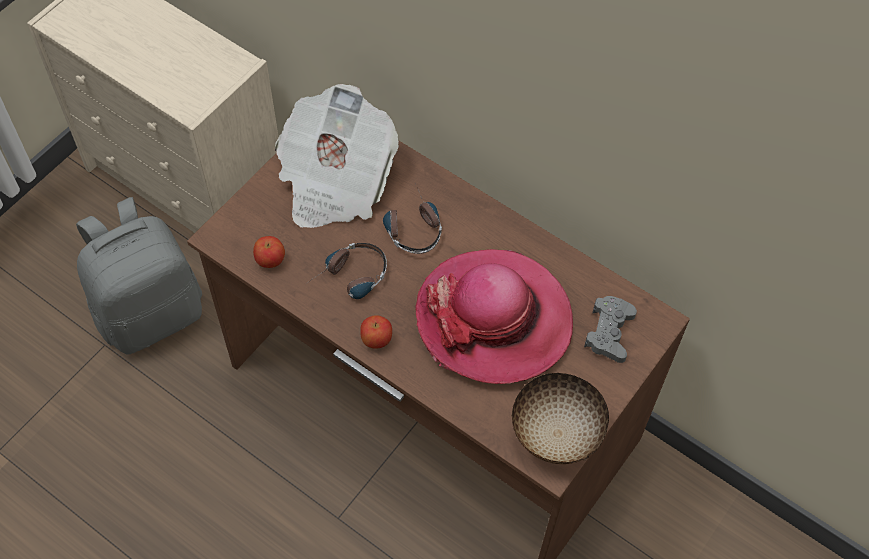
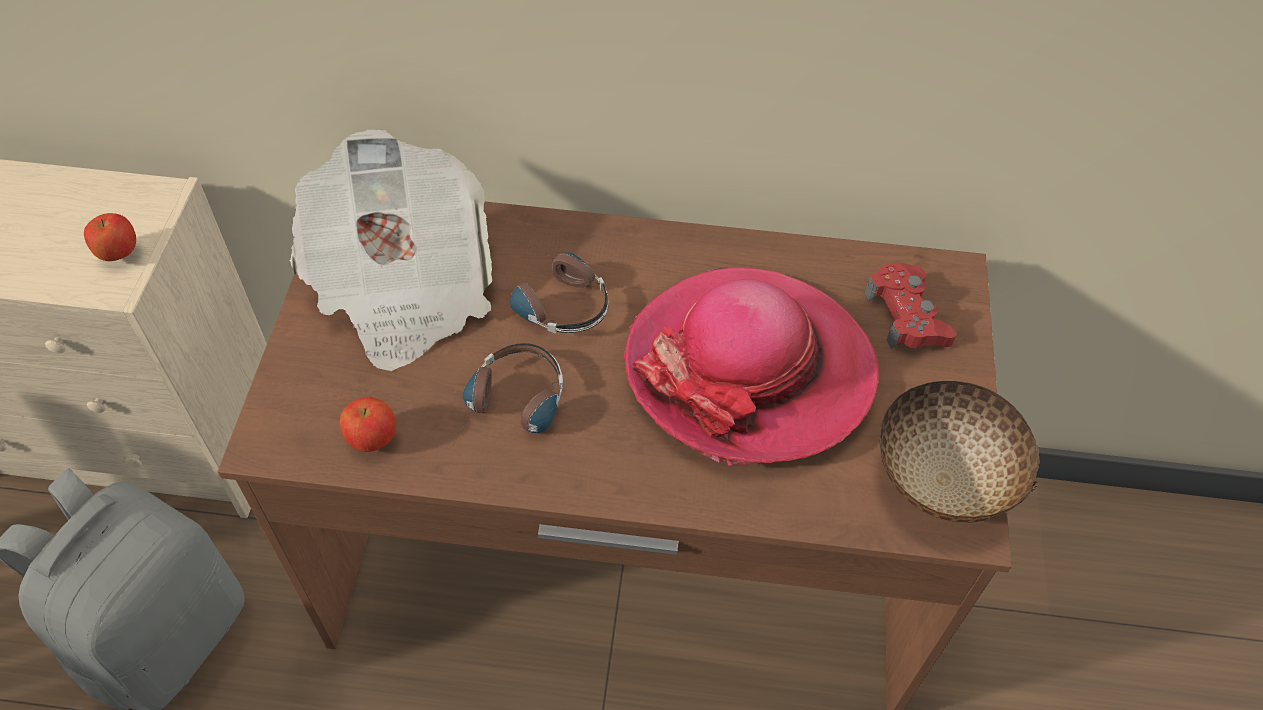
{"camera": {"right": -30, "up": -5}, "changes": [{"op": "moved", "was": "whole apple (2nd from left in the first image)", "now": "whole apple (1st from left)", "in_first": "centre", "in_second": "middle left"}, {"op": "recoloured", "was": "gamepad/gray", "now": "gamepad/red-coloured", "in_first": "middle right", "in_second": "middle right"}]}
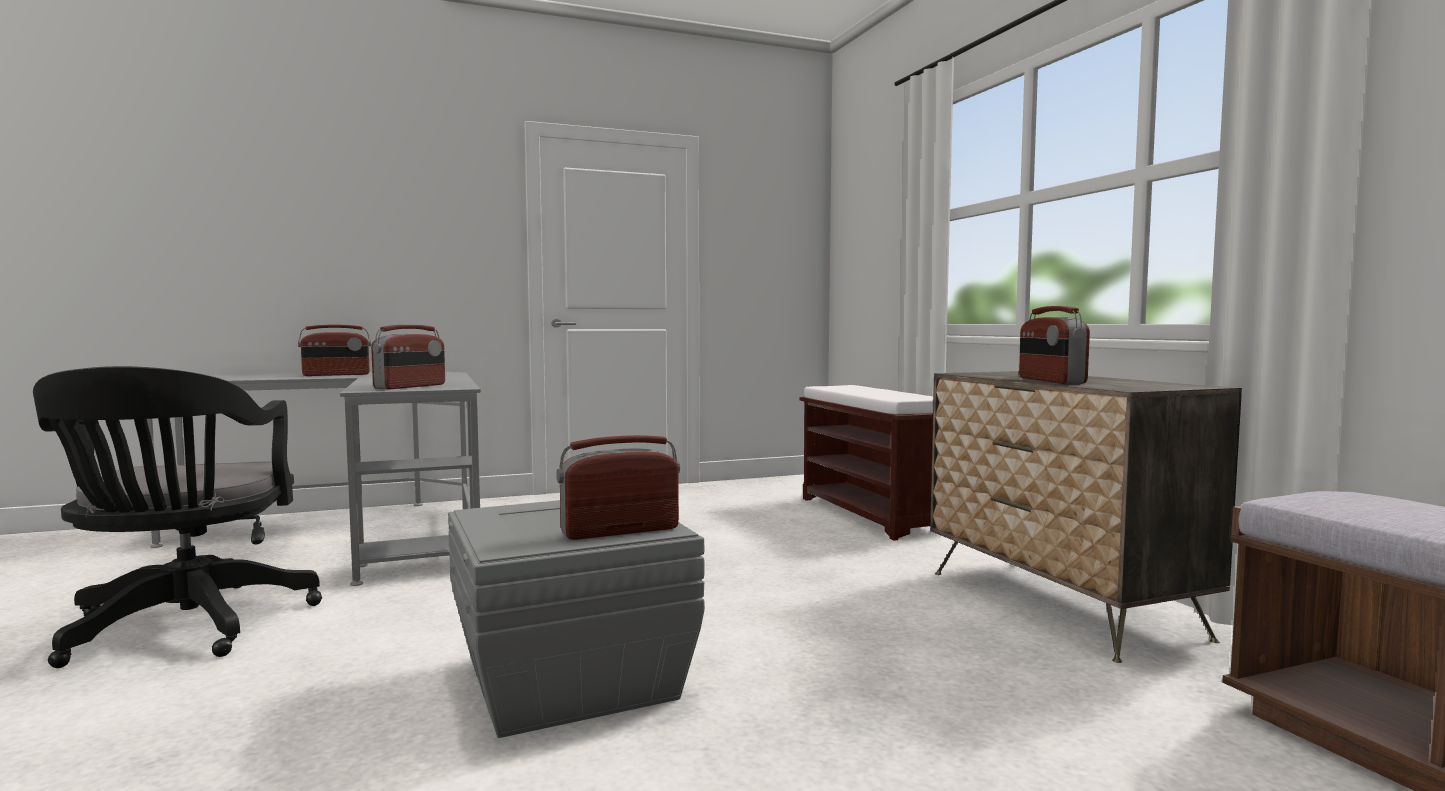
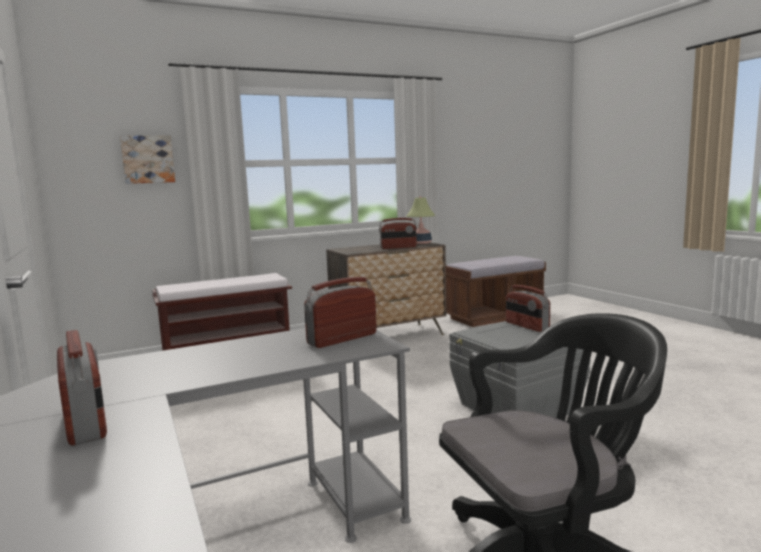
{"camera": {"right": -95, "up": 5}, "changes": [{"op": "turned", "was": "radio receiver (2nd from left)", "in_first": "middle left", "in_second": "centre", "clockwise": -60}, {"op": "added", "now": "wall art", "in_second": "top left"}, {"op": "added", "now": "lamp for a table", "in_second": "centre"}]}
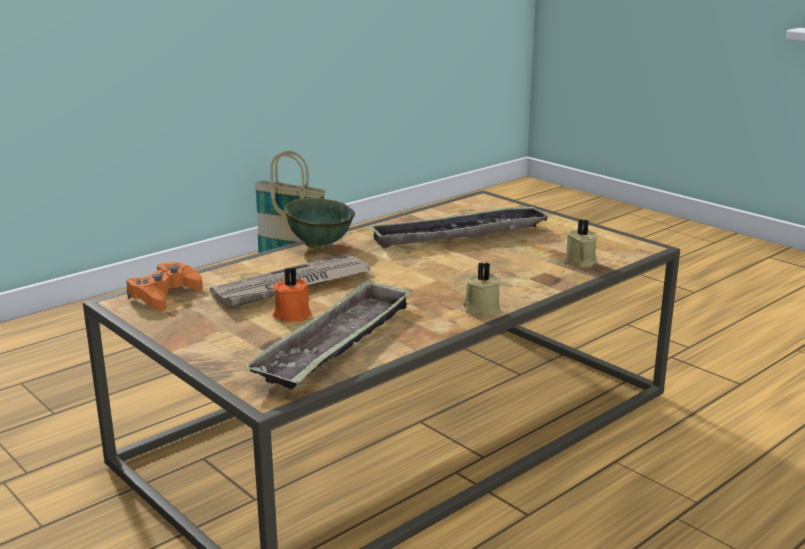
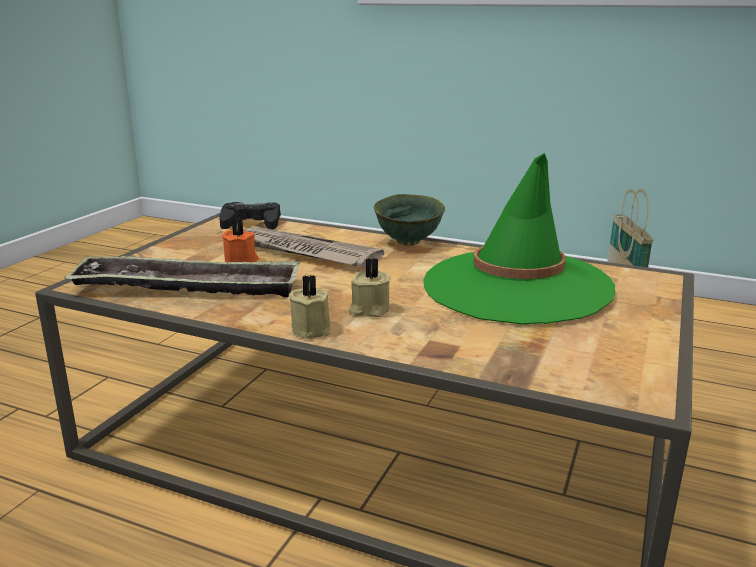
{"camera": {"right": 65, "up": 0}, "changes": [{"op": "recoloured", "was": "gamepad/orange", "now": "gamepad/black-coloured", "in_first": "middle left", "in_second": "middle left"}, {"op": "replaced", "was": "carrying tray (2nd from left)", "now": "clothing hat/green", "in_first": "centre", "in_second": "middle right"}, {"op": "moved", "was": "wax light/beige (2nd from left)", "in_first": "middle right", "in_second": "centre"}]}
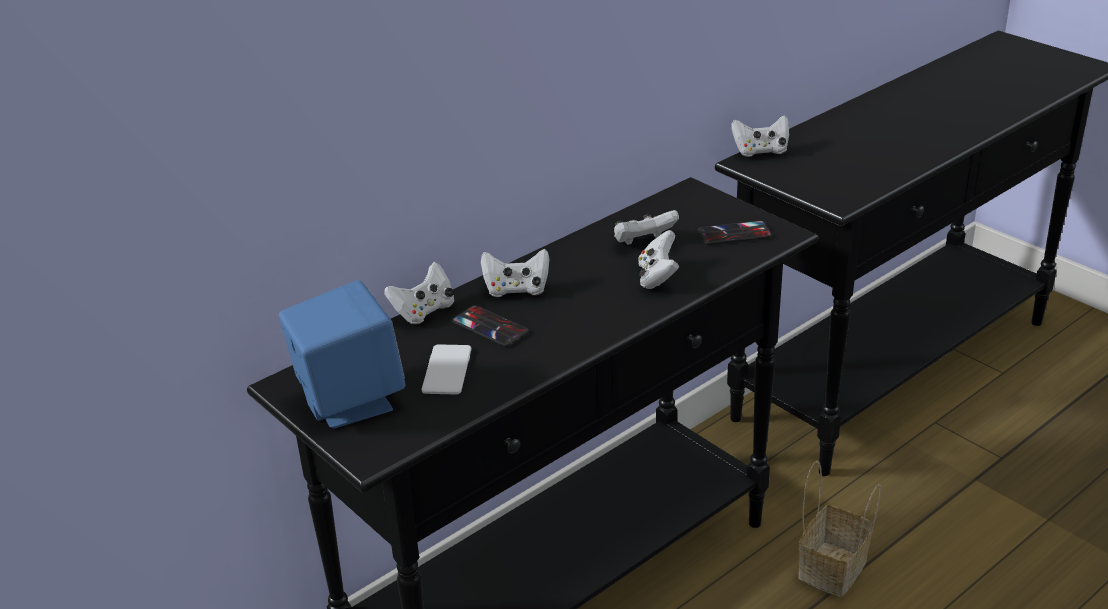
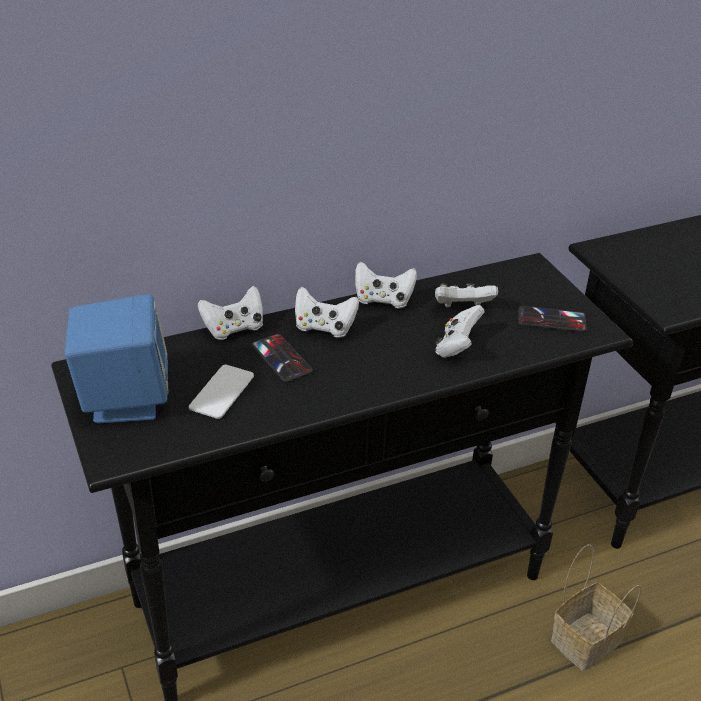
{"camera": {"right": 15, "up": 5}, "changes": [{"op": "moved", "was": "gamepad/white (5th from left in the first image)", "now": "gamepad/white (3rd from left)", "in_first": "top right", "in_second": "centre"}]}
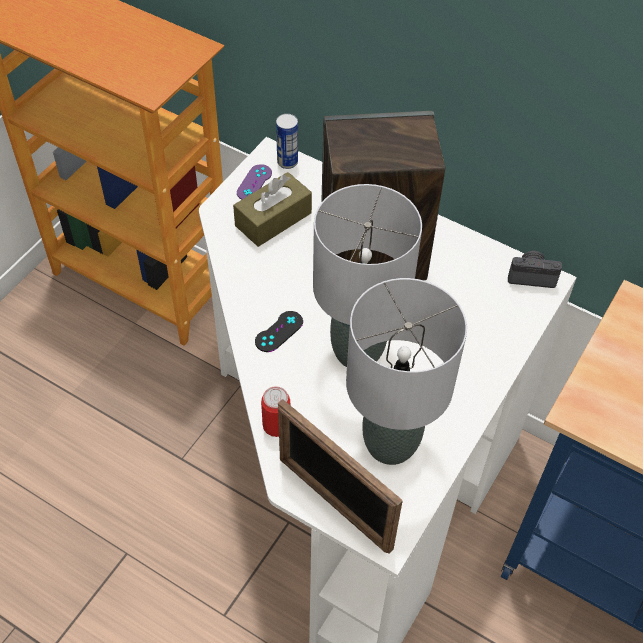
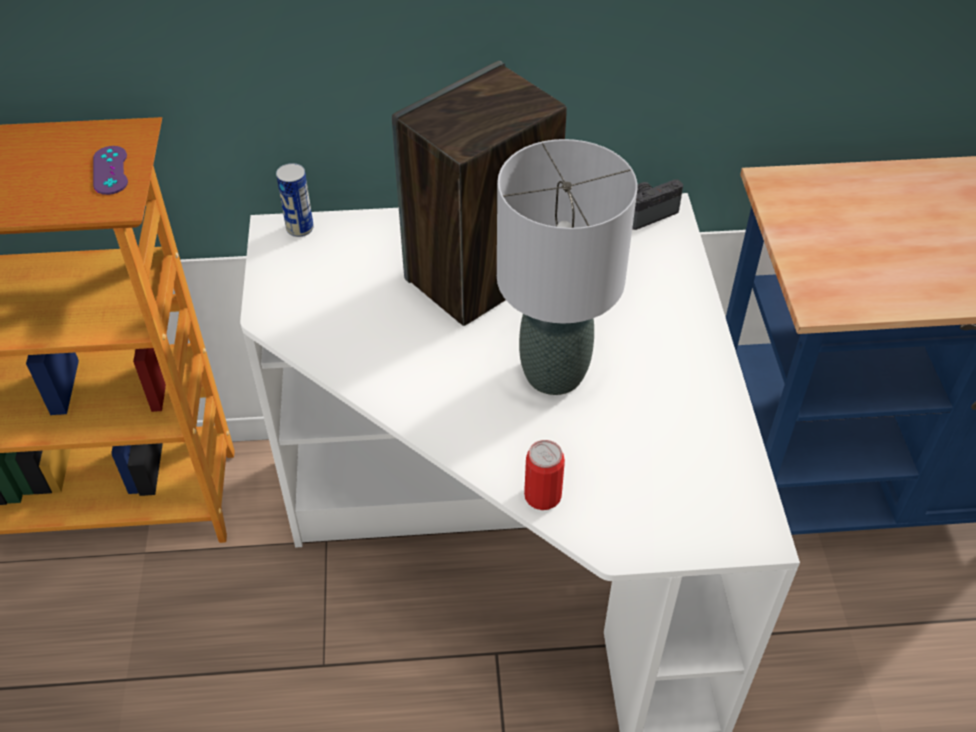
{"camera": {"right": -35, "up": -5}, "changes": [{"op": "removed", "was": "box of tissues/brownish", "in_first": "top centre"}, {"op": "moved", "was": "gamepad/purple-coloured", "in_first": "top centre", "in_second": "top left"}, {"op": "removed", "was": "gamepad/black-coloured", "in_first": "centre"}, {"op": "removed", "was": "picture frame", "in_first": "bottom centre"}, {"op": "removed", "was": "lamp for a table/gray (2nd from left)", "in_first": "centre"}]}
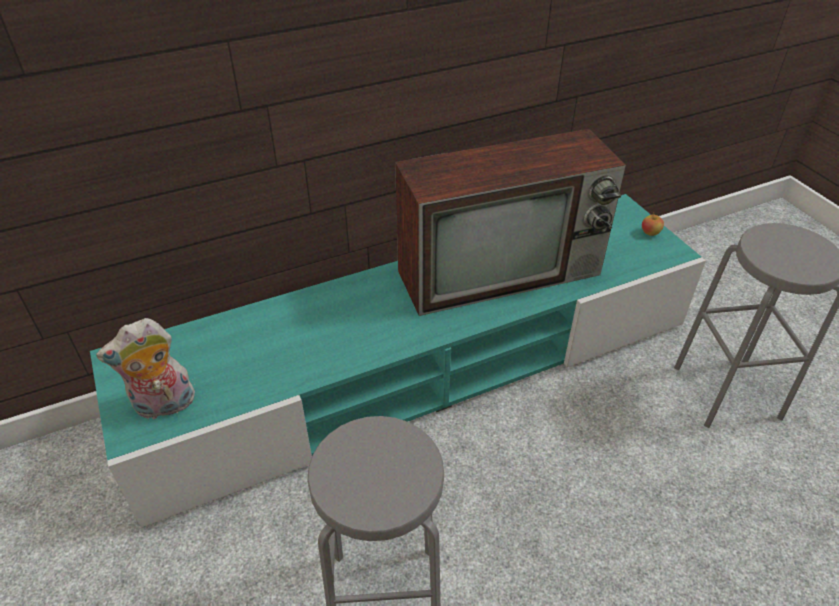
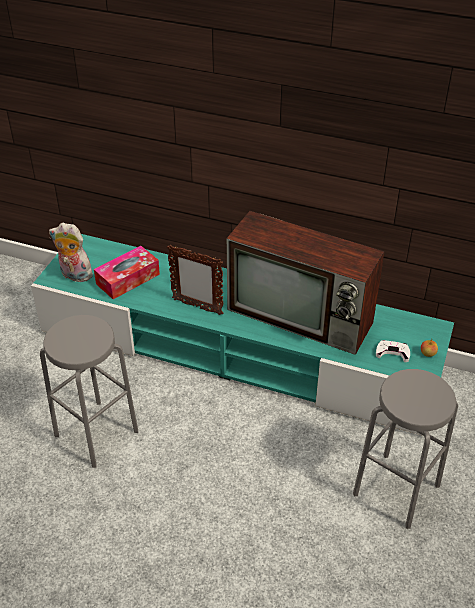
{"camera": {"right": 45, "up": 0}, "changes": [{"op": "added", "now": "box of tissues", "in_second": "middle left"}, {"op": "added", "now": "picture frame", "in_second": "centre"}, {"op": "added", "now": "gamepad/white", "in_second": "middle right"}]}
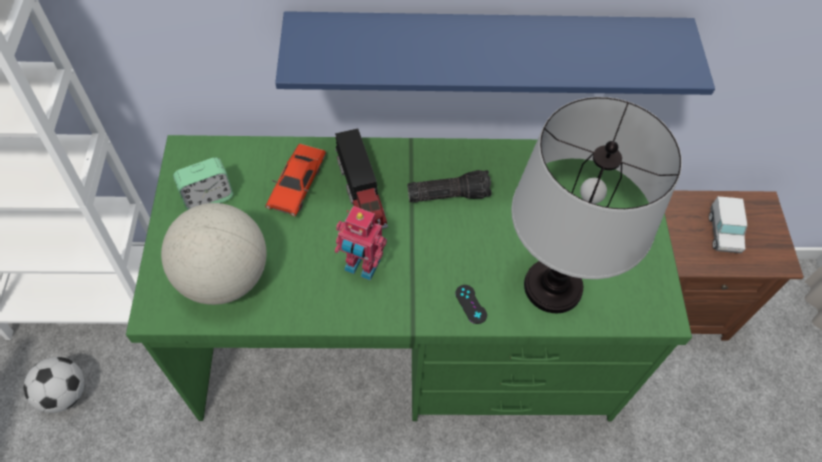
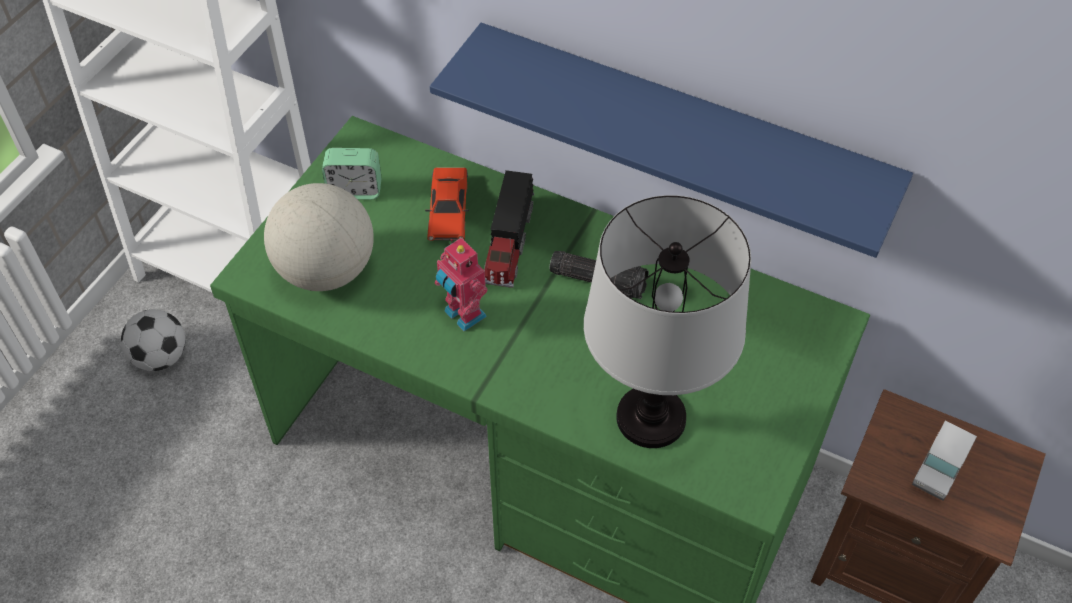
{"camera": {"right": 30, "up": -5}, "changes": [{"op": "turned", "was": "toy car/red-coloured", "in_first": "centre", "in_second": "centre", "clockwise": -45}, {"op": "removed", "was": "gamepad/black-coloured", "in_first": "centre"}]}
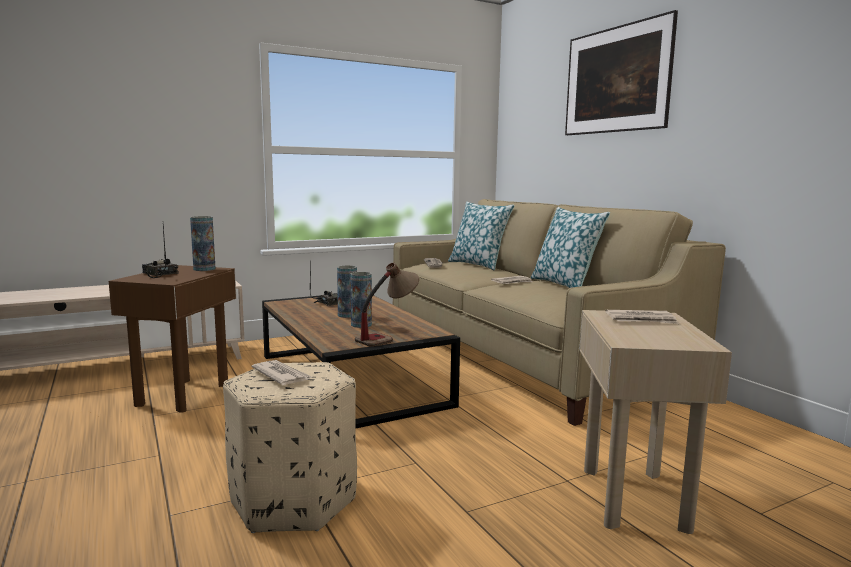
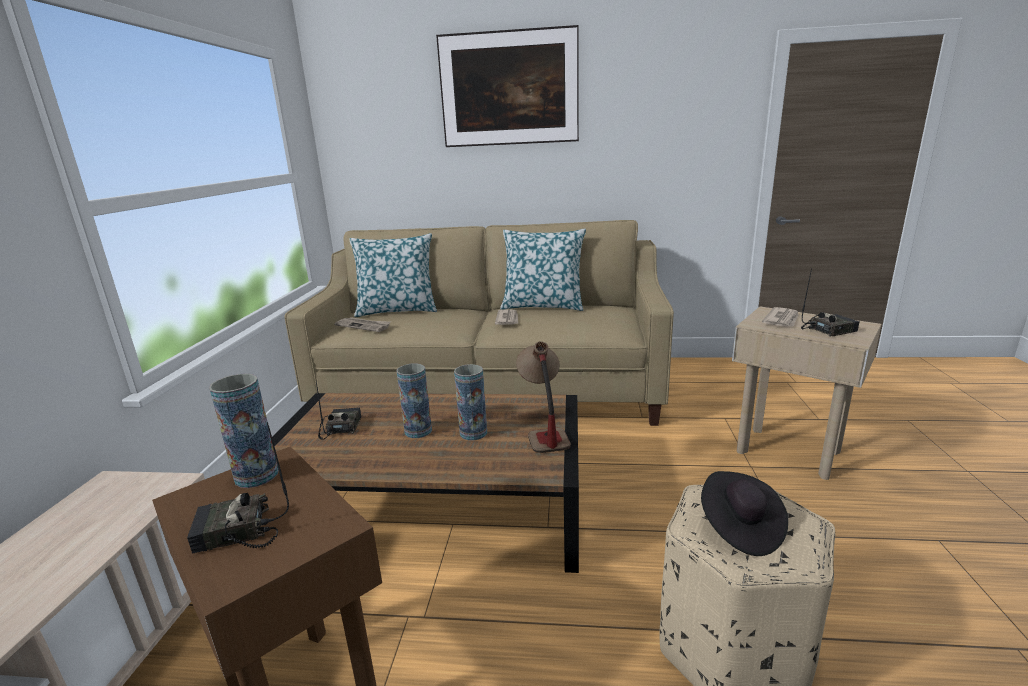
{"camera": {"right": -55, "up": 10}, "changes": [{"op": "replaced", "was": "printed paper (1st from left)", "now": "clothing hat/black-coloured", "in_first": "middle left", "in_second": "bottom right"}, {"op": "added", "now": "radio receiver (3rd from left)", "in_second": "middle right"}]}
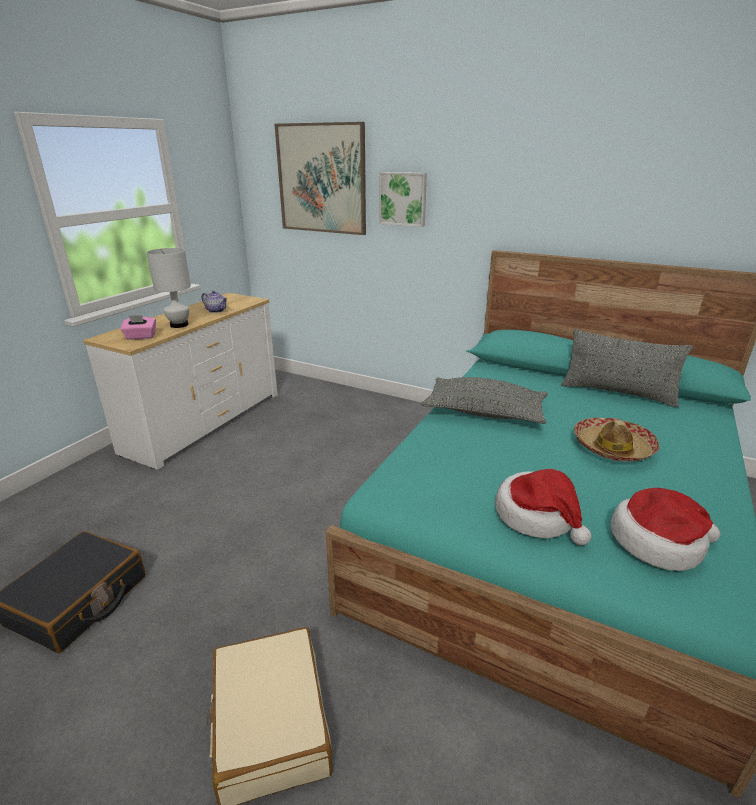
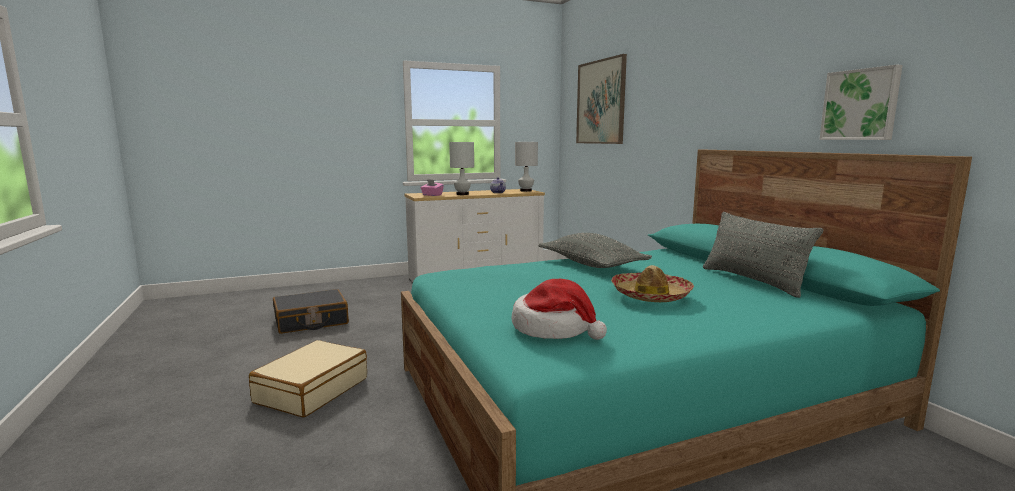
{"camera": {"right": 40, "up": -15}, "changes": [{"op": "moved", "was": "wall art (2nd from left)", "in_first": "top centre", "in_second": "top right"}, {"op": "removed", "was": "clothing hat (1st from left)", "in_first": "middle right"}, {"op": "added", "now": "lamp for a table/white (2nd from left)", "in_second": "centre"}]}
